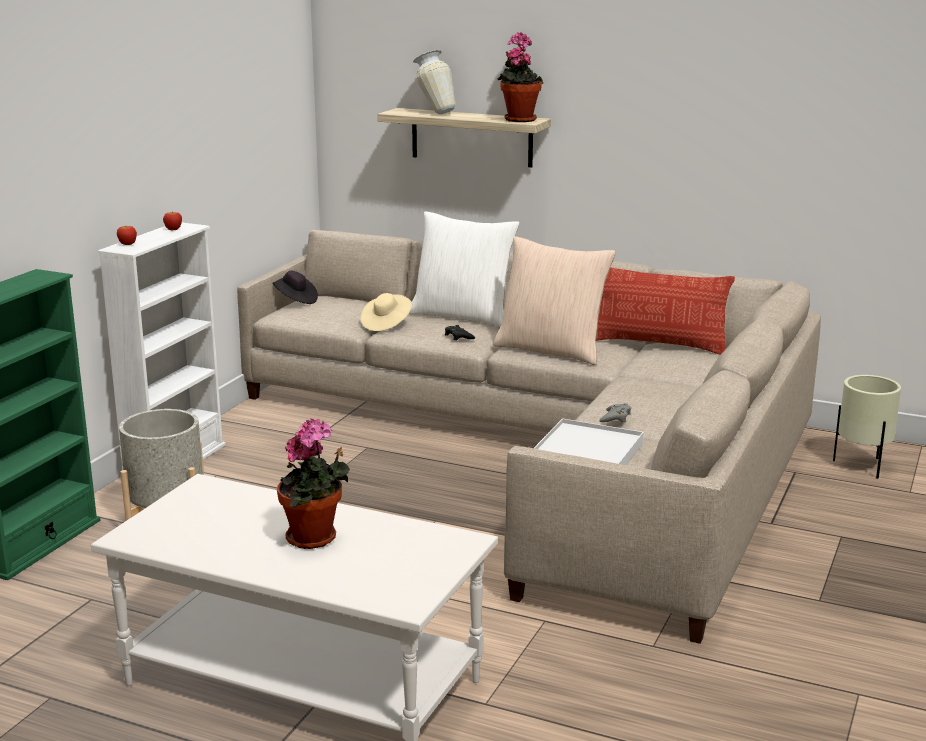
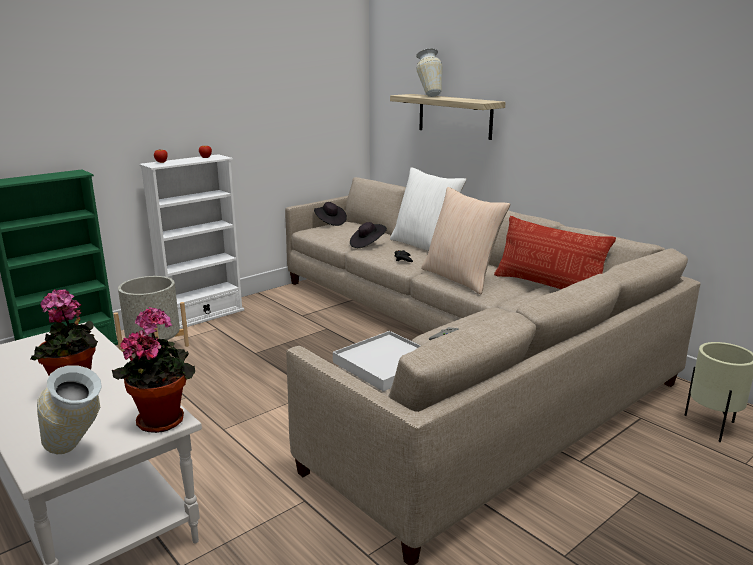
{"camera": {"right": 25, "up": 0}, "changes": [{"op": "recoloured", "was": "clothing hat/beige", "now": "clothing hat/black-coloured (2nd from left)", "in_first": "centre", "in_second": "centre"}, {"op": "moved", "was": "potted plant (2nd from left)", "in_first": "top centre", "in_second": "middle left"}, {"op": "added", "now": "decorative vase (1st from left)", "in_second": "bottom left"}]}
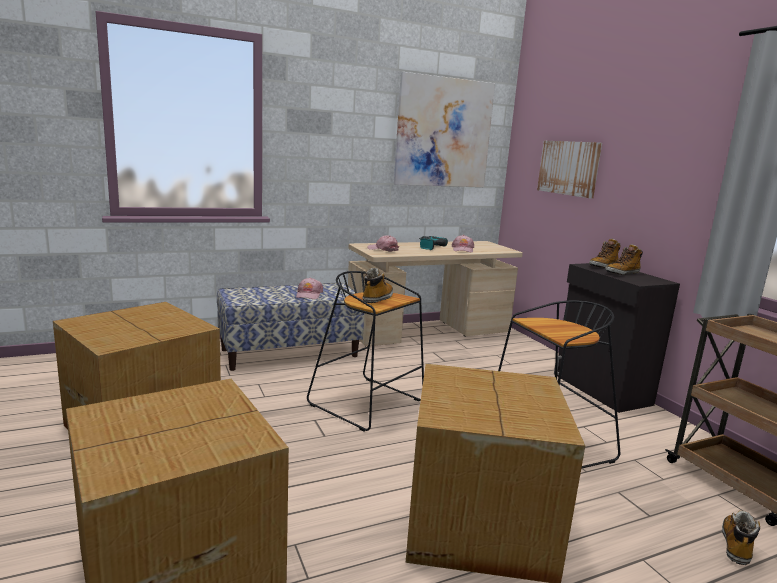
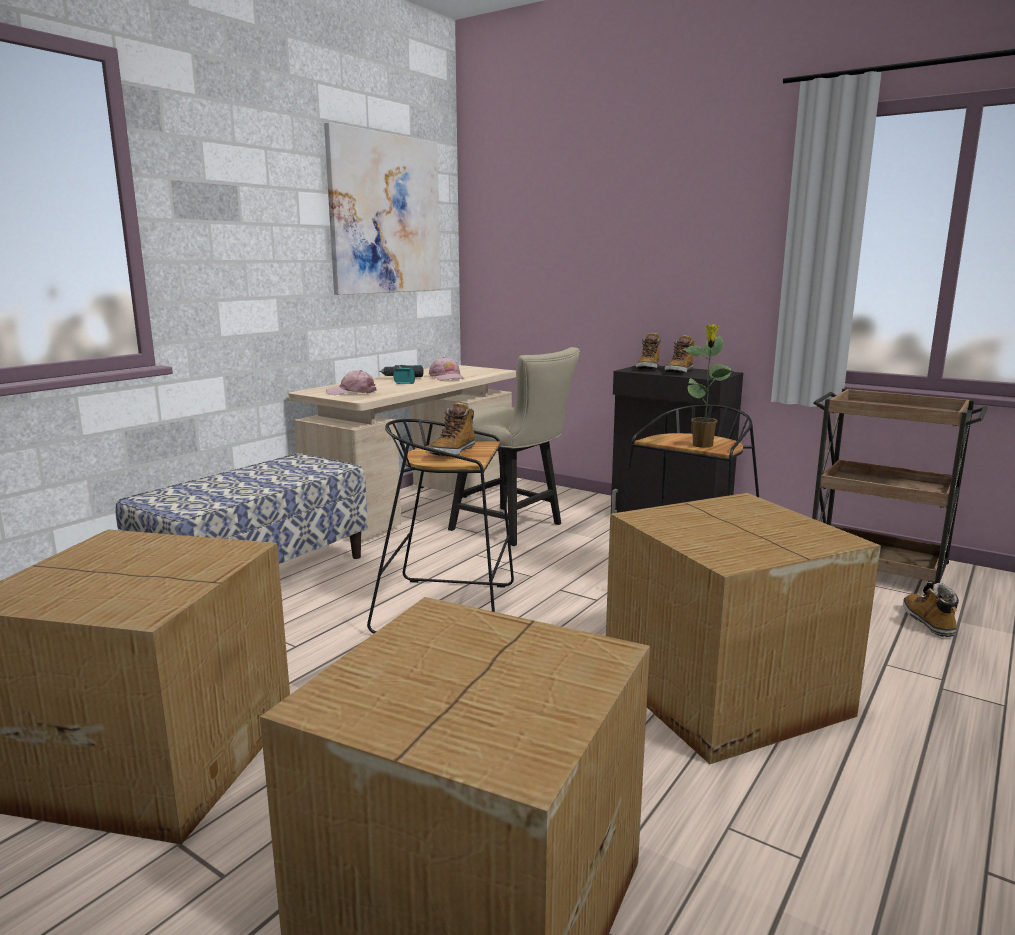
{"camera": {"right": -30, "up": 0}, "changes": [{"op": "removed", "was": "cap/pink (1st from left)", "in_first": "centre"}, {"op": "turned", "was": "tall boot (1st from left)", "in_first": "centre", "in_second": "centre", "clockwise": -150}, {"op": "removed", "was": "wall art (2nd from left)", "in_first": "top right"}, {"op": "added", "now": "upright chair/beige", "in_second": "centre"}, {"op": "added", "now": "potted plant", "in_second": "middle right"}]}
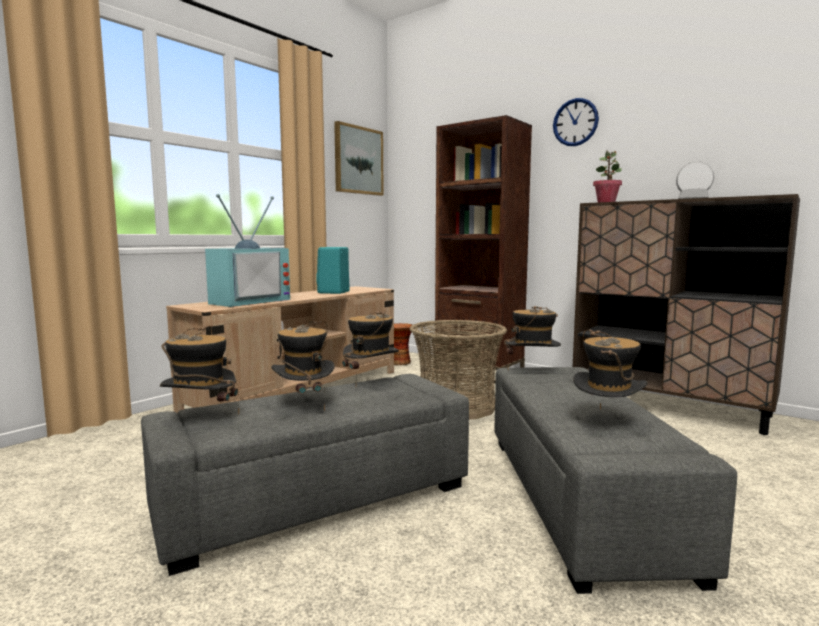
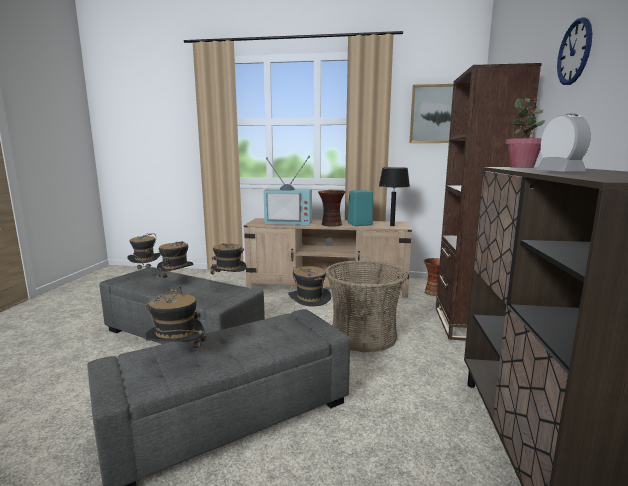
{"camera": {"right": 60, "up": 5}, "changes": [{"op": "added", "now": "decorative vase (1st from left)", "in_second": "centre"}, {"op": "added", "now": "lamp for a table/black-coloured", "in_second": "centre"}]}
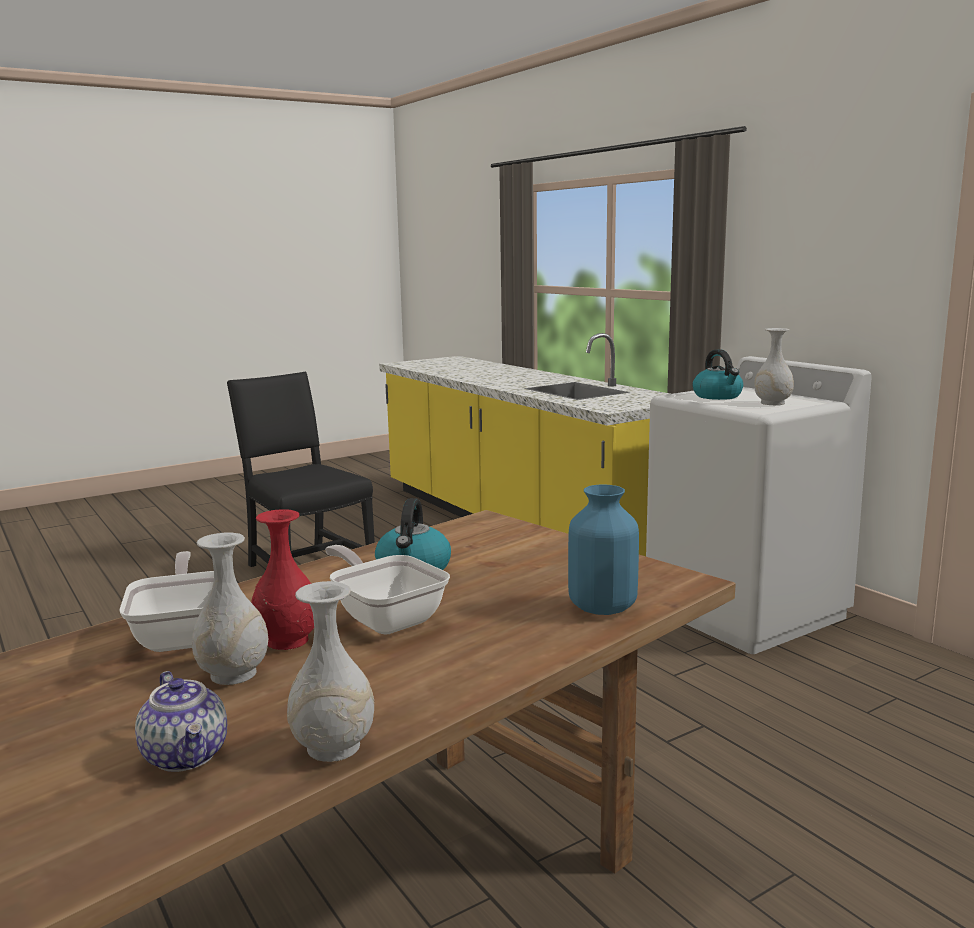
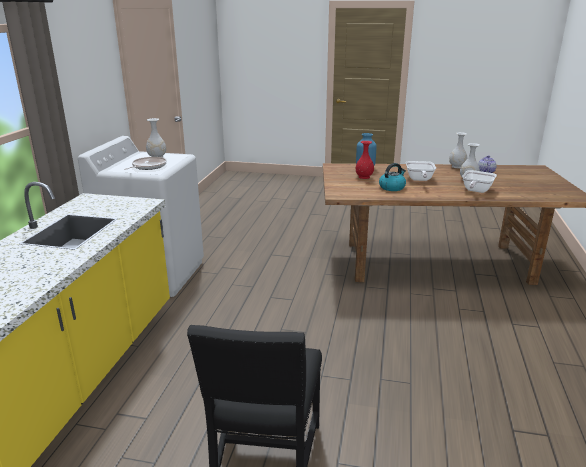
{"camera": {"right": -135, "up": 10}, "changes": [{"op": "moved", "was": "decorative vase/red-coloured", "in_first": "middle left", "in_second": "centre"}, {"op": "replaced", "was": "kettle (2nd from left)", "now": "frying pan (1st from left)", "in_first": "middle right", "in_second": "middle left"}]}
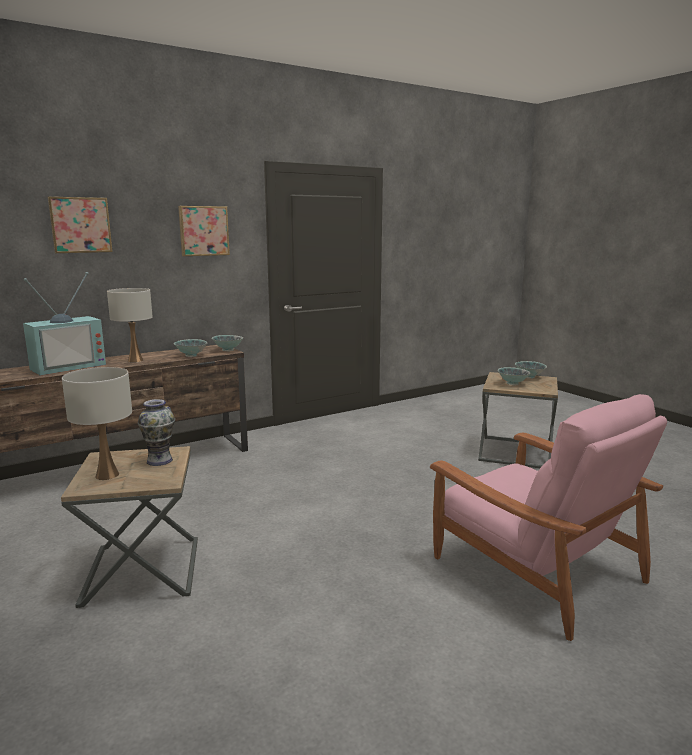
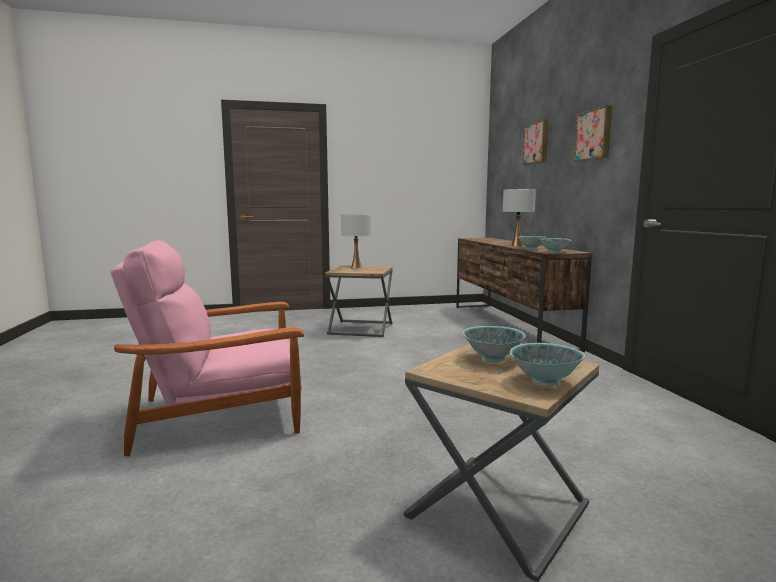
{"camera": {"right": 110, "up": -5}, "changes": [{"op": "removed", "was": "television", "in_first": "middle left"}, {"op": "removed", "was": "decorative vase", "in_first": "middle left"}]}
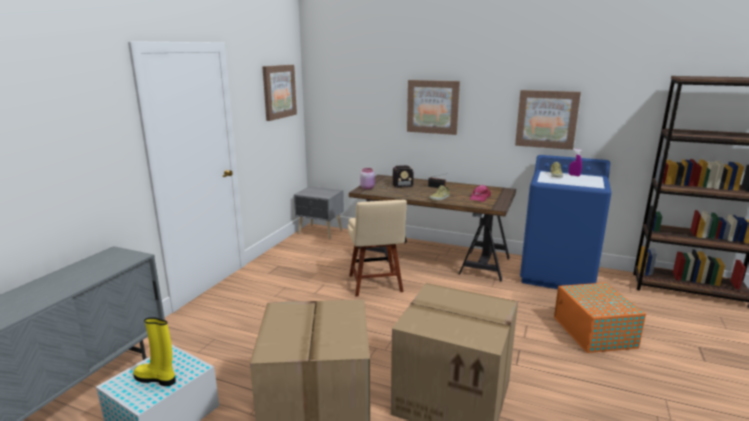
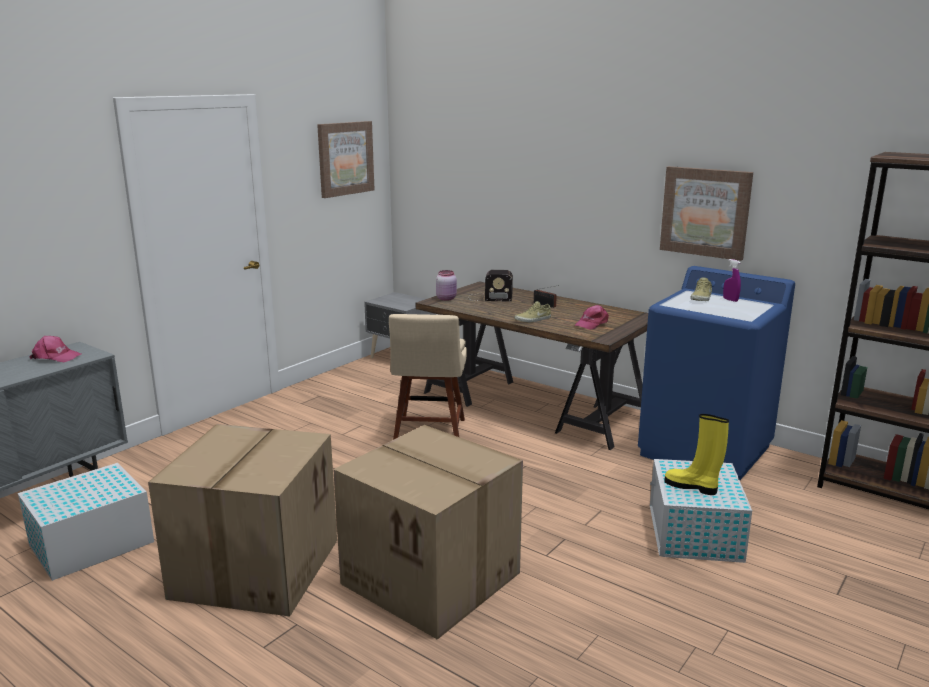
{"camera": {"right": 15, "up": 0}, "changes": [{"op": "moved", "was": "tall boot/yellowish", "in_first": "bottom left", "in_second": "middle right"}, {"op": "removed", "was": "wall art (2nd from left)", "in_first": "top centre"}, {"op": "recoloured", "was": "storage bin/orange", "now": "storage bin/white (2nd from left)", "in_first": "bottom right", "in_second": "bottom right"}, {"op": "added", "now": "cap/pink (1st from left)", "in_second": "middle left"}]}
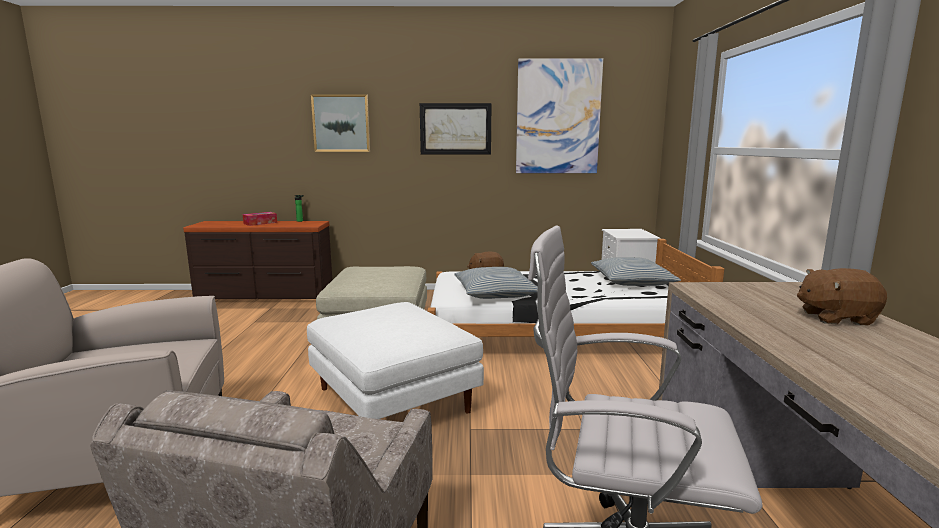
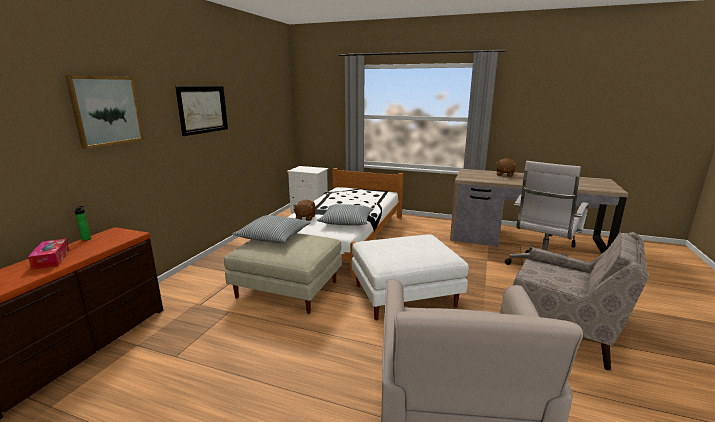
{"camera": {"right": -70, "up": 5}, "changes": [{"op": "removed", "was": "wall art (3rd from left)", "in_first": "top centre"}, {"op": "moved", "was": "pillow (2nd from left in the first image)", "now": "pillow (1st from left)", "in_first": "middle right", "in_second": "centre"}]}
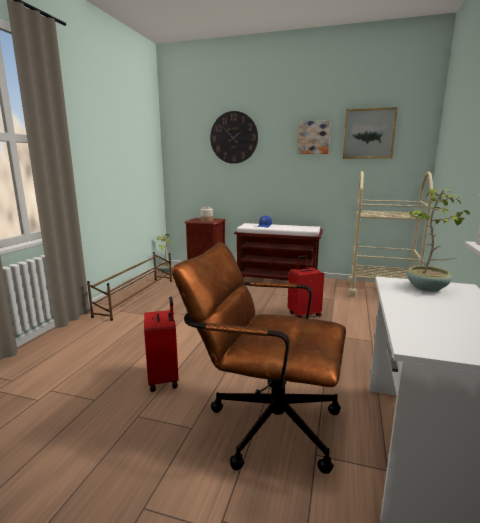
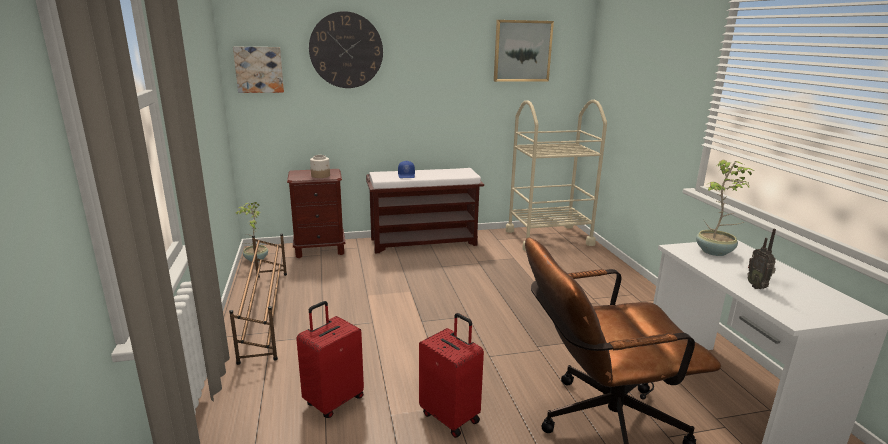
{"camera": {"right": -30, "up": 5}, "changes": [{"op": "moved", "was": "suitcase/red-coloured (2nd from left in the first image)", "now": "suitcase/red-coloured (1st from left)", "in_first": "centre", "in_second": "bottom centre"}, {"op": "moved", "was": "wall art (1st from left)", "in_first": "top centre", "in_second": "top left"}, {"op": "added", "now": "radio receiver", "in_second": "middle right"}]}
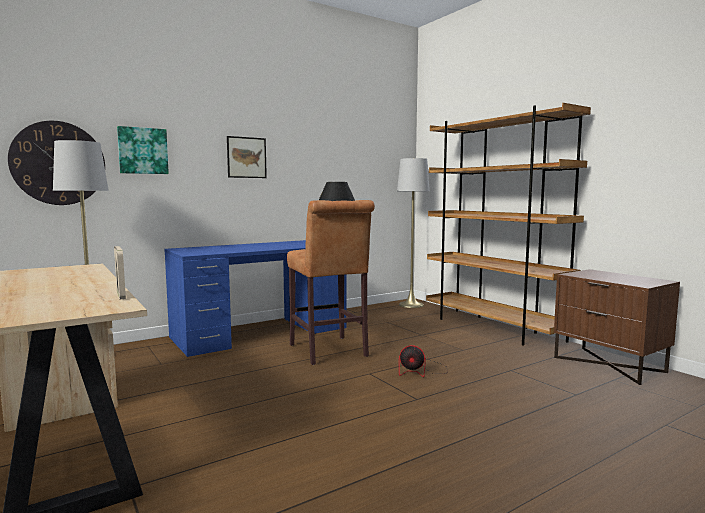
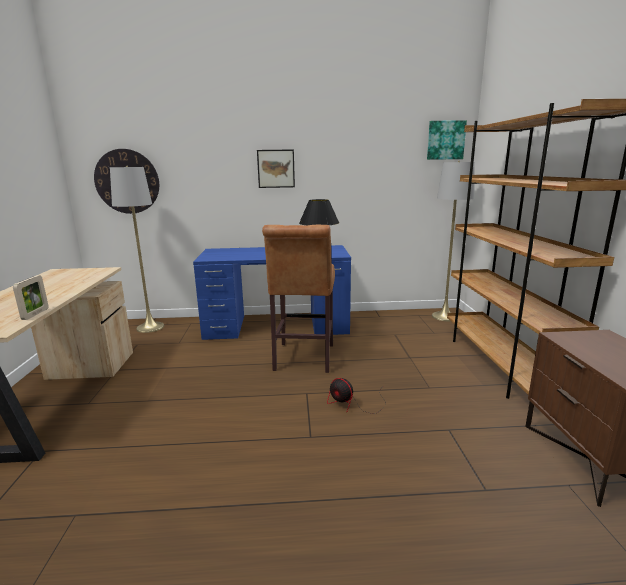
{"camera": {"right": 30, "up": 10}, "changes": [{"op": "moved", "was": "wall art (1st from left in the first image)", "now": "wall art (2nd from left)", "in_first": "top left", "in_second": "top right"}]}
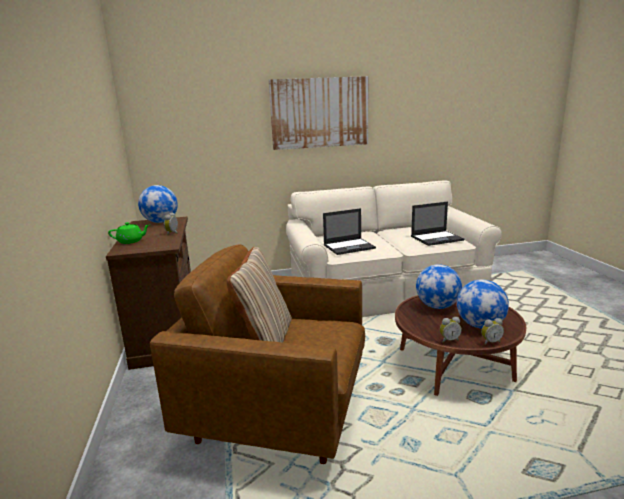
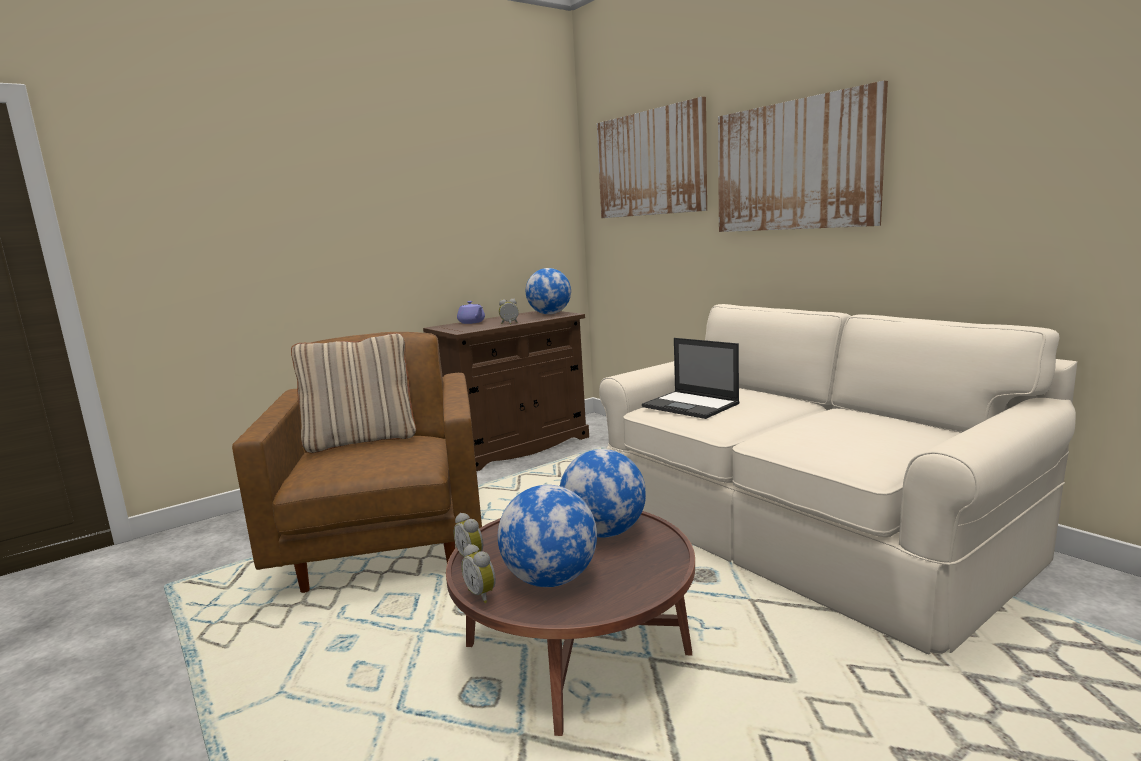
{"camera": {"right": 65, "up": -5}, "changes": [{"op": "recoloured", "was": "tea pot/green", "now": "tea pot/purple-coloured", "in_first": "middle left", "in_second": "centre"}, {"op": "removed", "was": "portable computer (2nd from left)", "in_first": "middle right"}, {"op": "added", "now": "wall art (1st from left)", "in_second": "top centre"}]}
